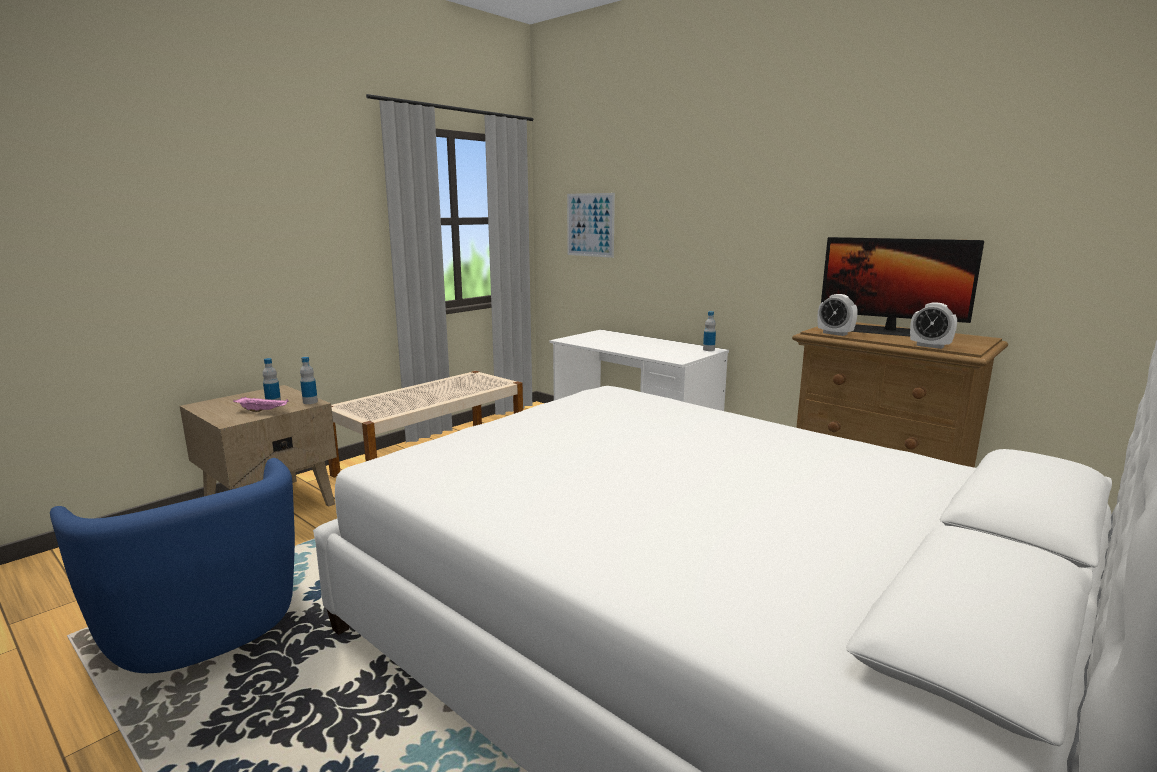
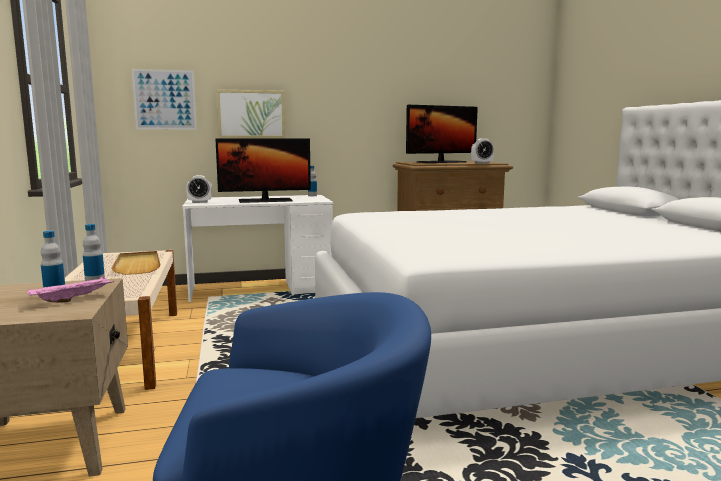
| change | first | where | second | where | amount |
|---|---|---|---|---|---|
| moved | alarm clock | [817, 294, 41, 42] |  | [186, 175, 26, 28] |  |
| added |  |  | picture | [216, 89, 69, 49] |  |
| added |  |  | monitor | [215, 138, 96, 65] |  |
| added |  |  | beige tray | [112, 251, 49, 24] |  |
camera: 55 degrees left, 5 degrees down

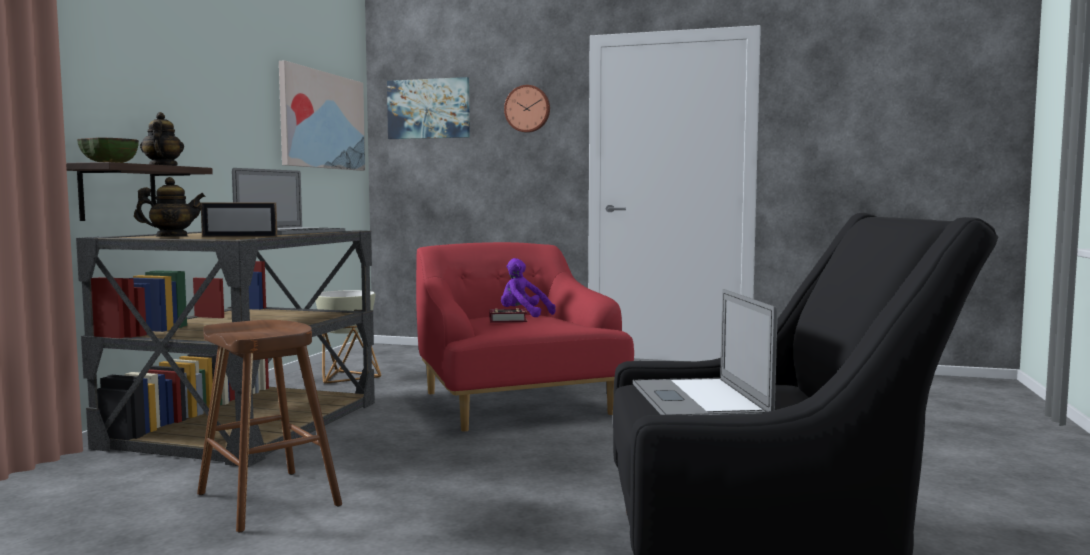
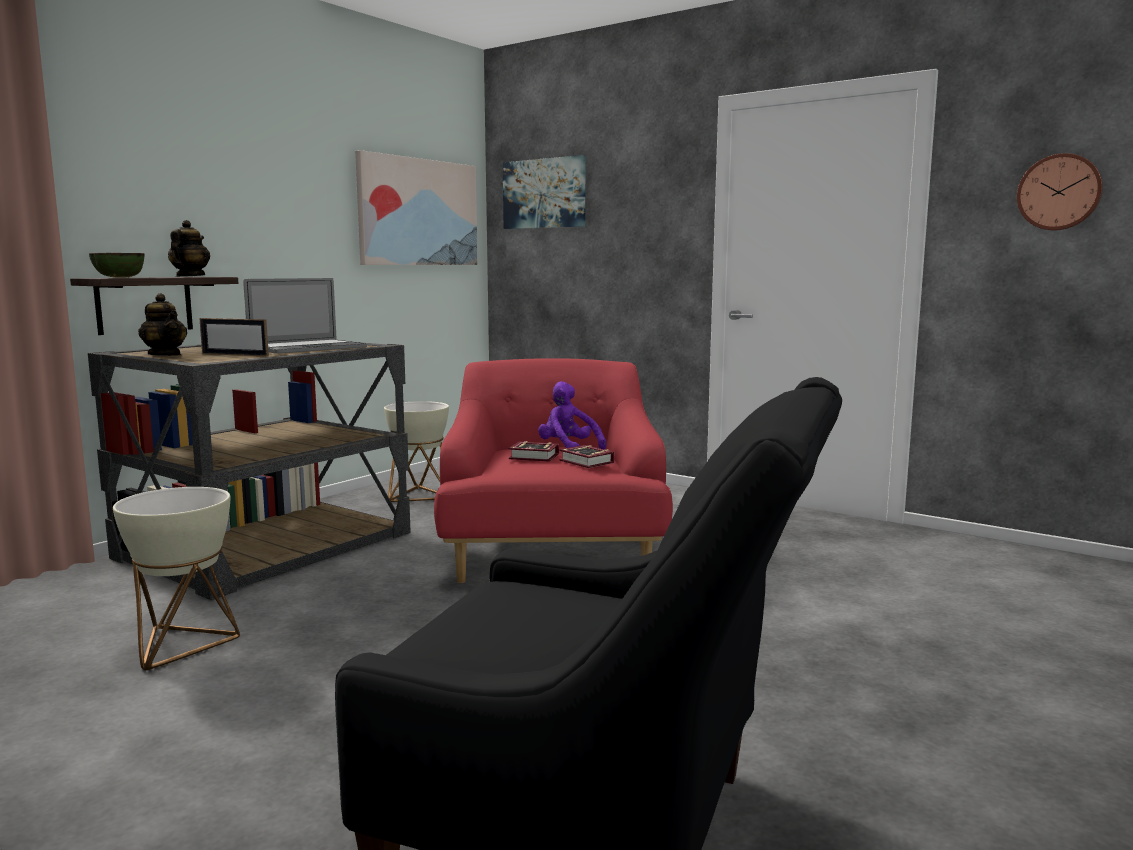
| change | first | where | second | where | amount |
|---|---|---|---|---|---|
| moved | wall clock | [504, 85, 46, 48] |  | [1017, 153, 86, 77] |  |
| turned | teapot | [134, 177, 71, 60] |  | [138, 293, 49, 63] | 45 degrees clockwise |
| removed | laptop | [633, 289, 145, 126] |  |  |  |
| replaced | brown stool | [197, 320, 145, 212] | planter | [113, 487, 127, 183] |  |
| added |  |  | book | [559, 445, 55, 23] |  |
camera: 20 degrees right, 5 degrees up

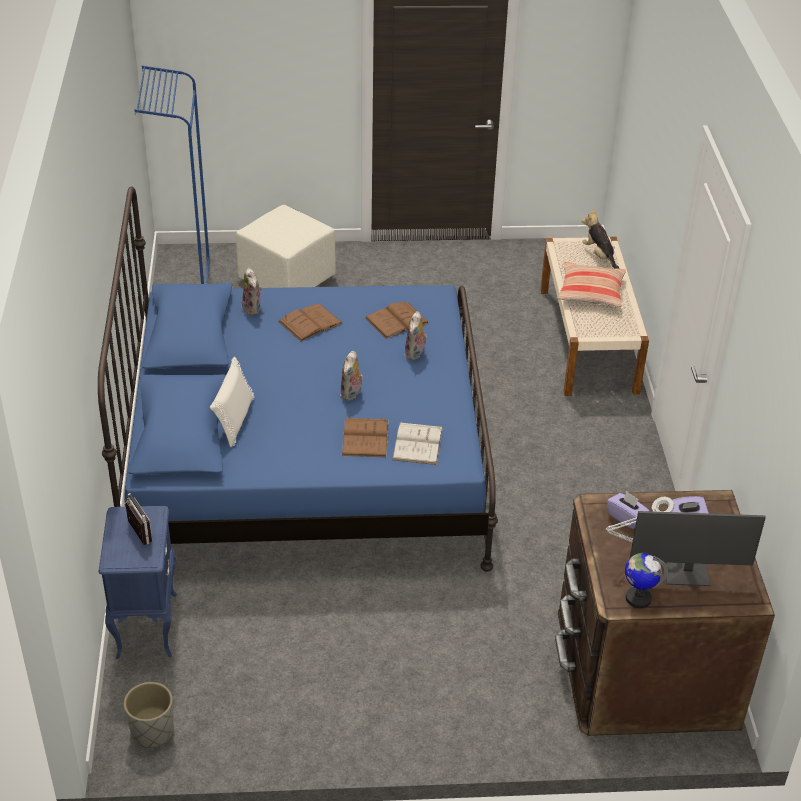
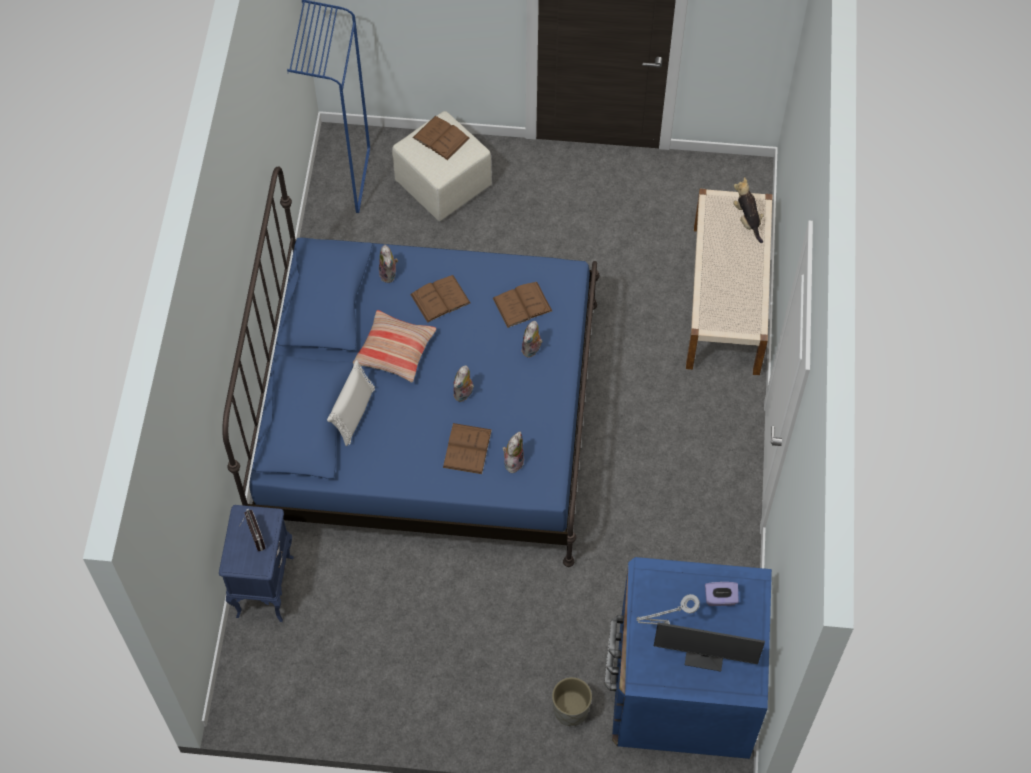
| change | first | where | second | where | amount |
|---|---|---|---|---|---|
| moved | pillow | [558, 262, 68, 46] |  | [353, 310, 84, 73] |  |
| replaced | white book | [392, 422, 51, 43] | plush toy | [503, 431, 22, 43] |  |
| recoloured | brown dresser | [555, 490, 220, 246] | blue dresser | [604, 557, 168, 202] |  |
| removed | purple tissue box | [607, 491, 42, 38] |  |  |  |
| removed | globe | [625, 553, 43, 55] |  |  |  |
| moved | grey planter | [124, 682, 50, 66] |  | [552, 677, 40, 49] |  |
| added |  |  | brown book | [413, 116, 56, 44] |  |
camera: 10 degrees right, 20 degrees up

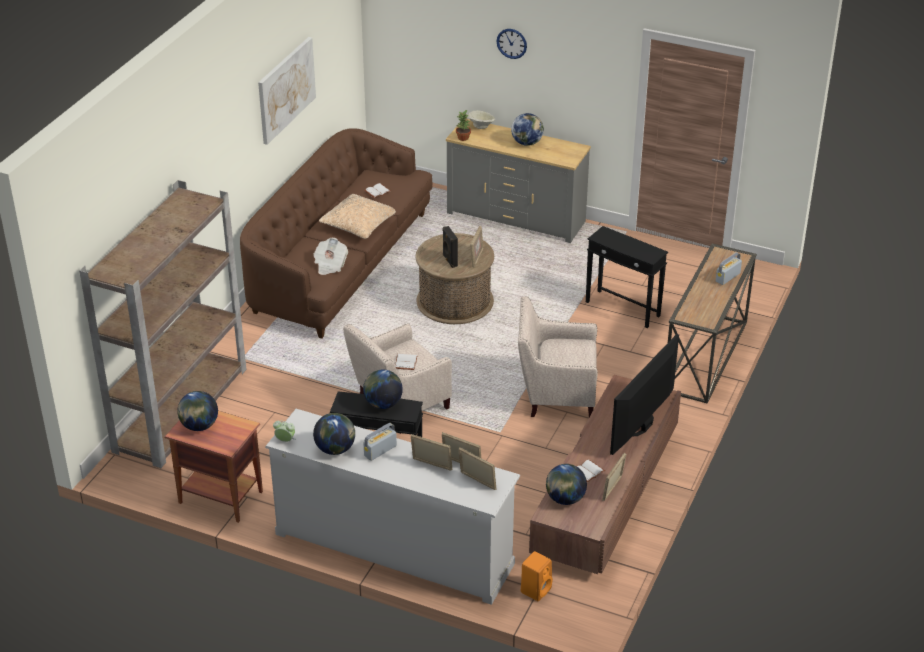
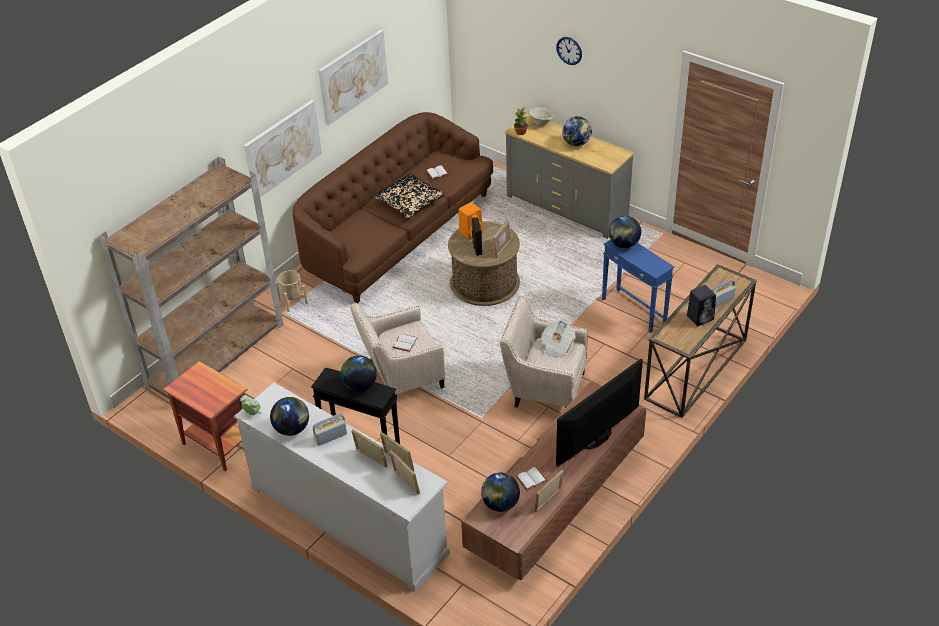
| change | first | where | second | where | amount |
|---|---|---|---|---|---|
| recoloured | beige pillow | [319, 194, 77, 45] | black pillow | [374, 173, 70, 46] |  |
| recoloured | black side table | [586, 226, 82, 102] | blue side table | [602, 240, 72, 93] |  |
| moved | newspaper | [313, 238, 35, 37] |  | [541, 320, 35, 38] |  |
| moved | globe | [177, 391, 41, 40] |  | [609, 216, 32, 32] |  |
| moved | orange speaker | [521, 551, 32, 50] |  | [459, 202, 24, 38] |  |
| added |  |  | picture | [244, 100, 78, 97] |  |
| added |  |  | beige planter | [276, 270, 32, 42] |  |
| added |  |  | black speaker | [687, 285, 29, 41] |  |
camera: 15 degrees right, 5 degrees up

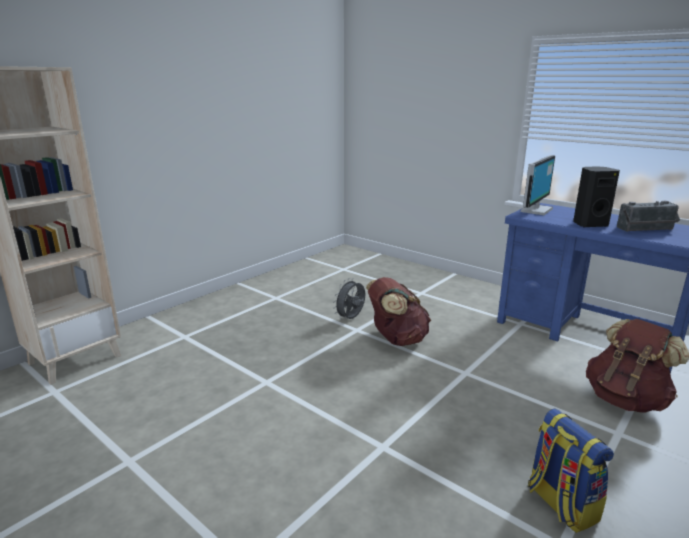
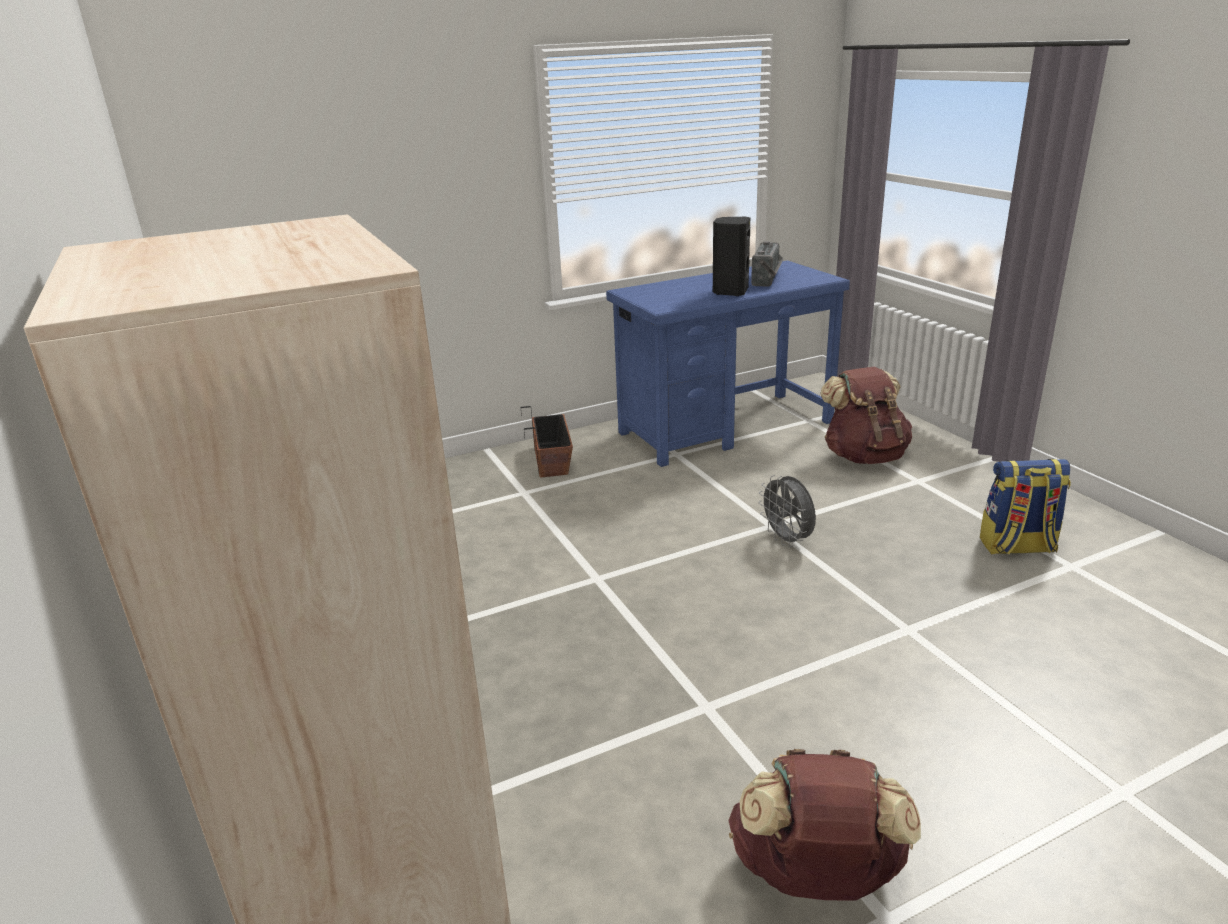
| change | first | where | second | where | amount |
|---|---|---|---|---|---|
| removed | monitor | [521, 155, 34, 60] |  |  |  |
| moved | brown backpack | [366, 277, 65, 69] |  | [728, 749, 193, 152] |  |
| moved | grey fan | [333, 278, 32, 41] |  | [758, 475, 58, 72] |  |
| added |  |  | planter | [521, 406, 52, 71] |  |
camera: 65 degrees left, 5 degrees up

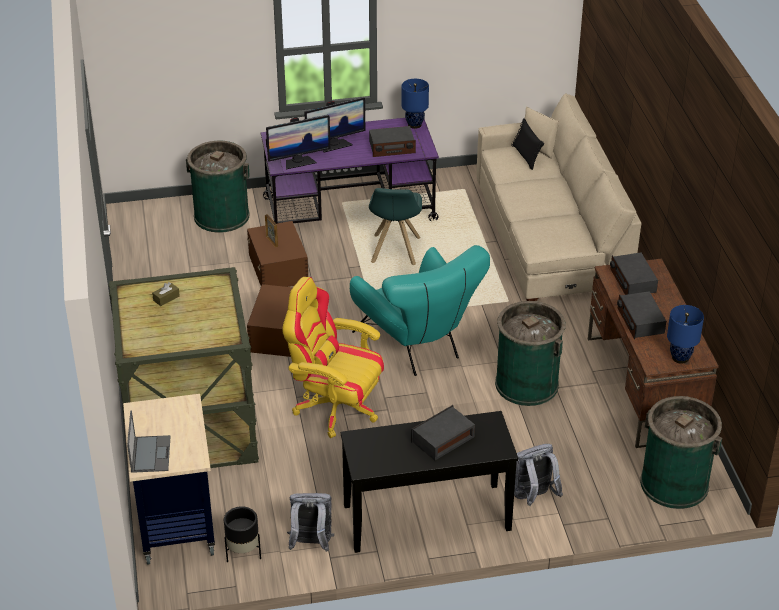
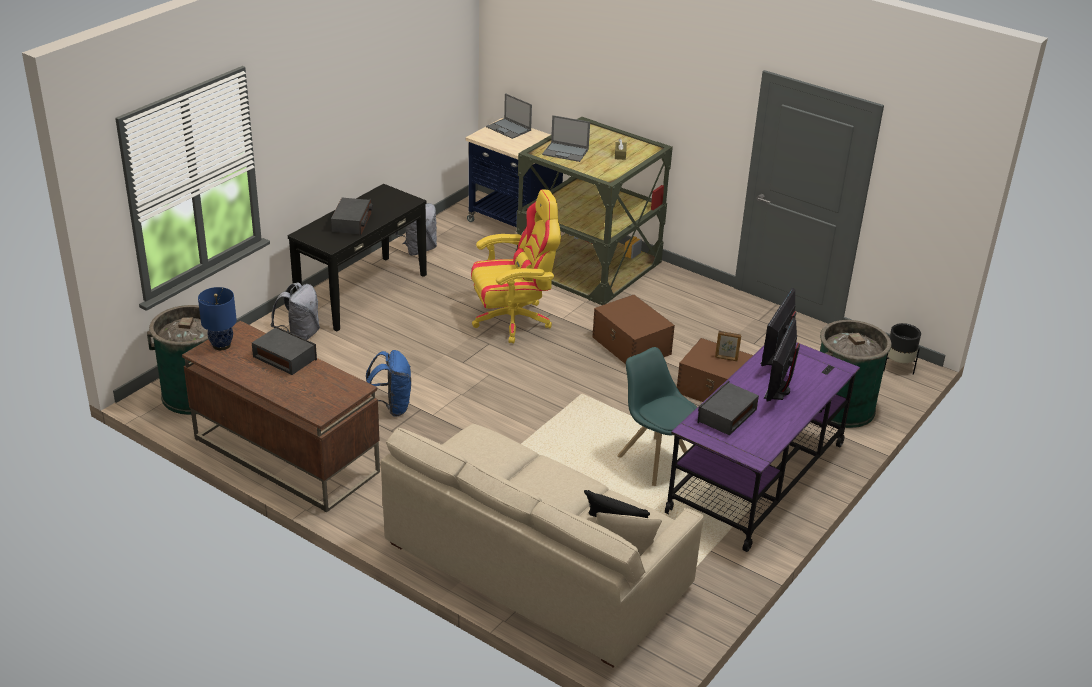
| change | first | where | second | where | amount |
|---|---|---|---|---|---|
| removed | blue table lamp | [401, 79, 28, 50] |  |  |  |
| removed | turquoise armchair | [350, 245, 140, 131] |  |  |  |
| removed | radio | [610, 252, 48, 43] |  |  |  |
| replaced | green trash can | [495, 301, 71, 105] | blue backpack | [366, 350, 45, 67] |  |
| moved | black planter | [224, 506, 37, 56] |  | [884, 323, 37, 52] |  |
| added |  |  | laptop | [542, 115, 48, 47] |  |
camera: 135 degrees right, 5 degrees down

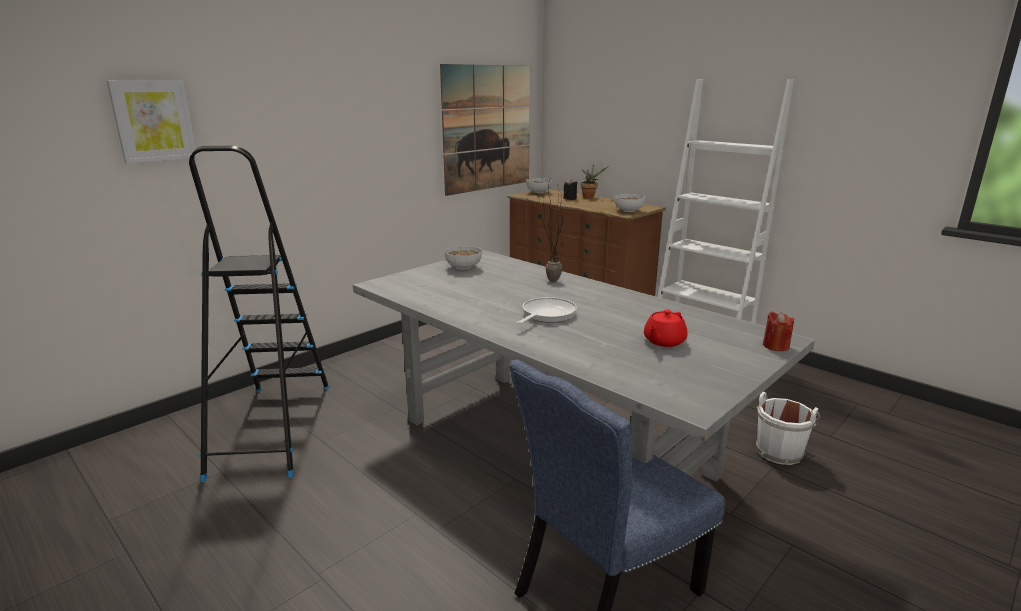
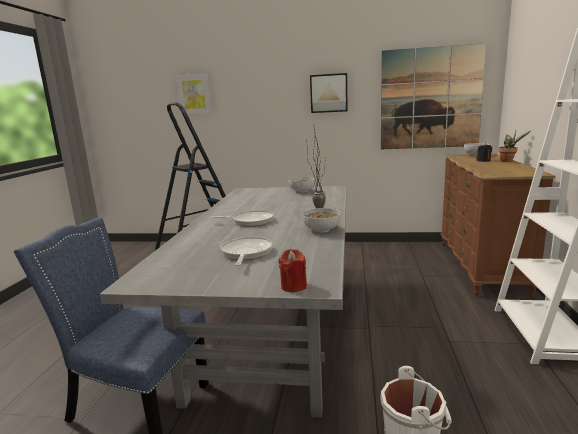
| change | first | where | second | where | amount |
|---|---|---|---|---|---|
| moved | bowl | [614, 194, 31, 18] |  | [302, 208, 39, 25] |  |
| replaced | red teapot | [644, 310, 43, 37] | frying pan | [221, 237, 52, 29] |  |
| added |  |  | picture | [310, 73, 38, 40] |  |
camera: 55 degrees right, 5 degrees down

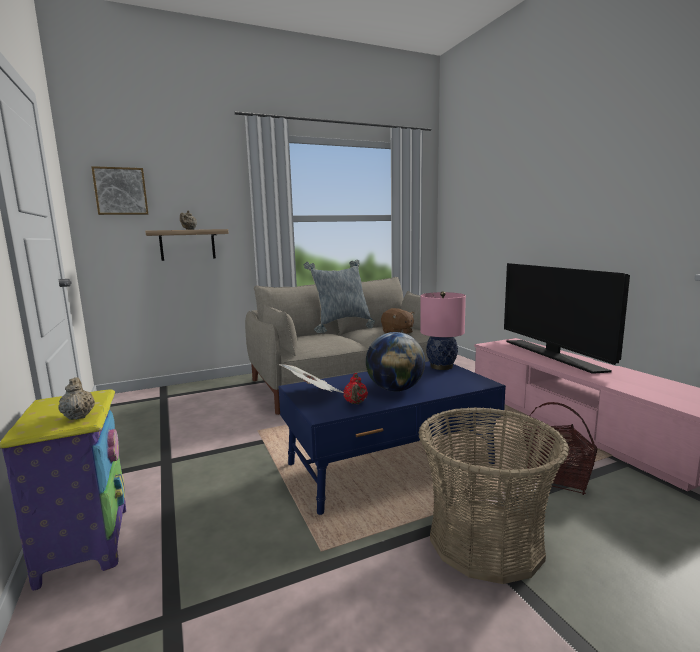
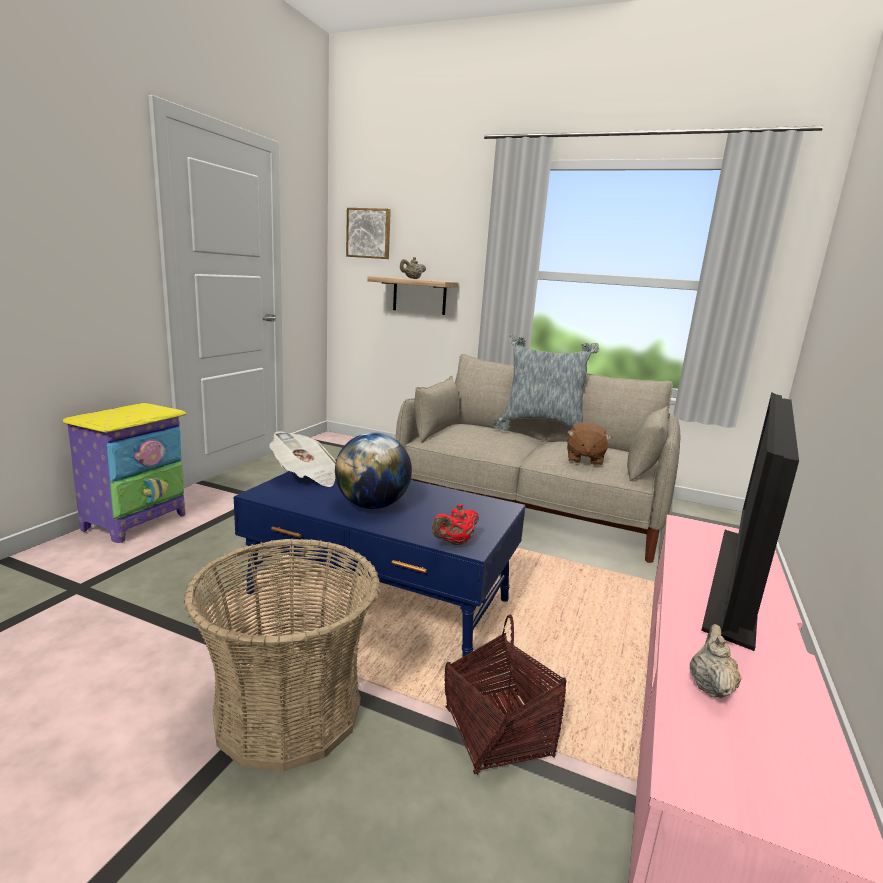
| change | first | where | second | where | amount |
|---|---|---|---|---|---|
| removed | pink table lamp | [420, 291, 46, 79] |  |  |  |
| moved | red teapot | [343, 373, 25, 31] |  | [432, 504, 47, 41] |  |
| moved | beige teapot | [58, 377, 37, 43] |  | [690, 624, 52, 74] |  |
camera: 45 degrees right, 5 degrees up

